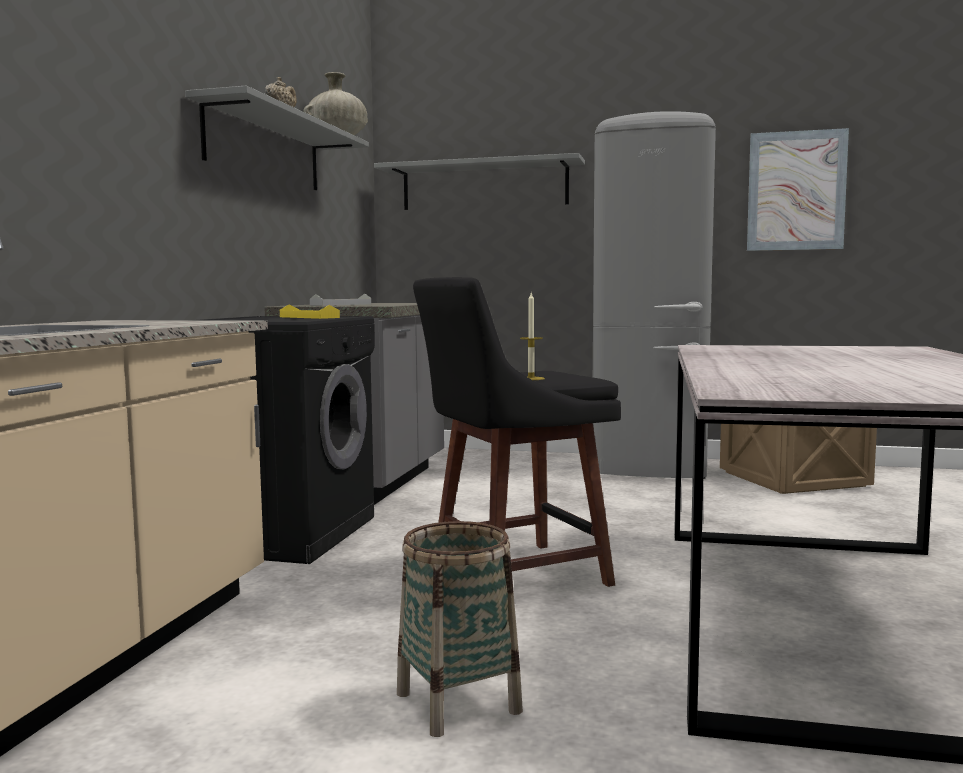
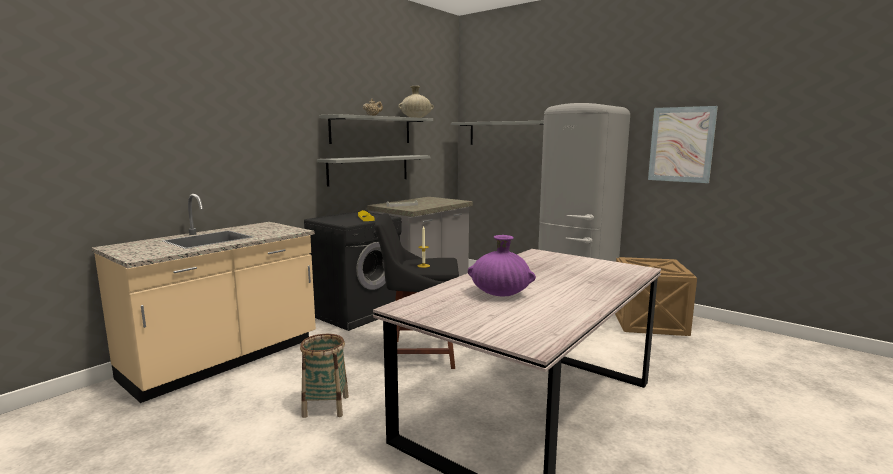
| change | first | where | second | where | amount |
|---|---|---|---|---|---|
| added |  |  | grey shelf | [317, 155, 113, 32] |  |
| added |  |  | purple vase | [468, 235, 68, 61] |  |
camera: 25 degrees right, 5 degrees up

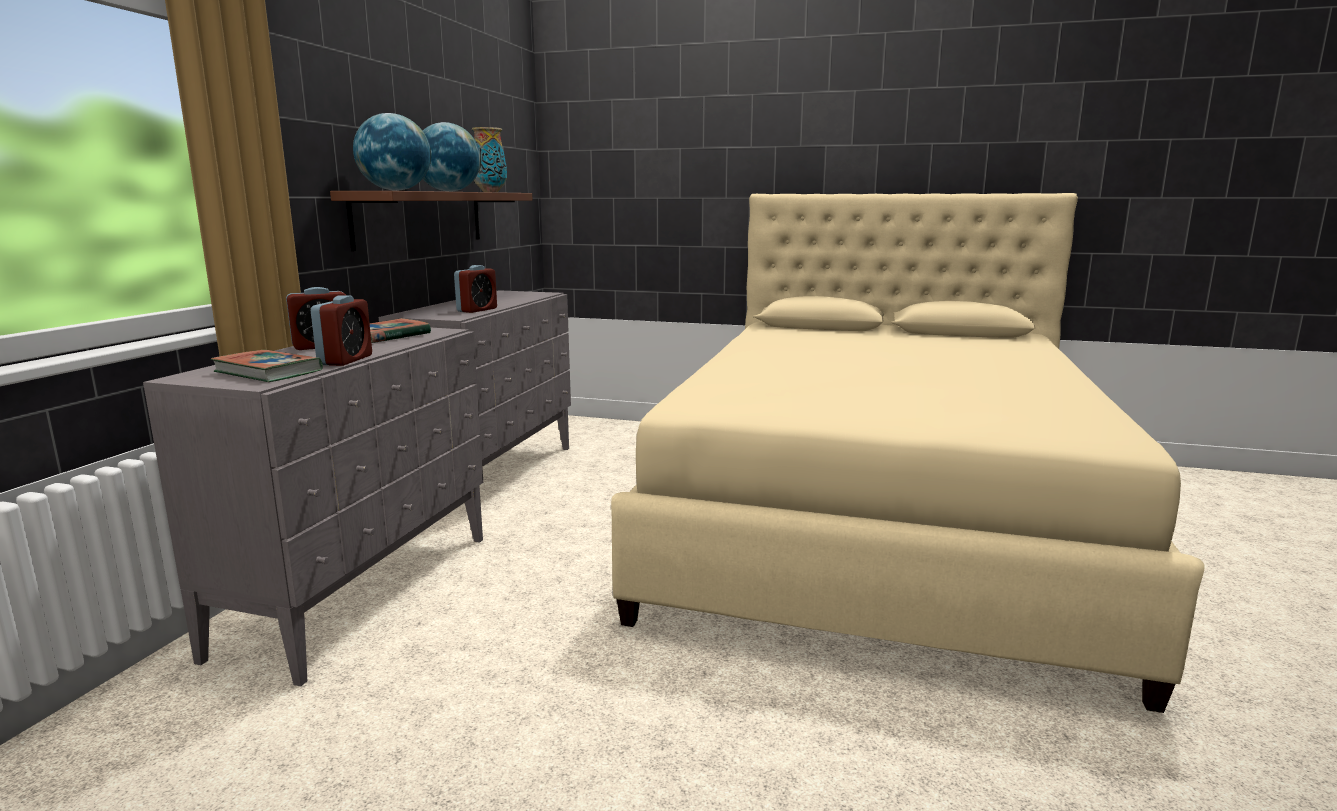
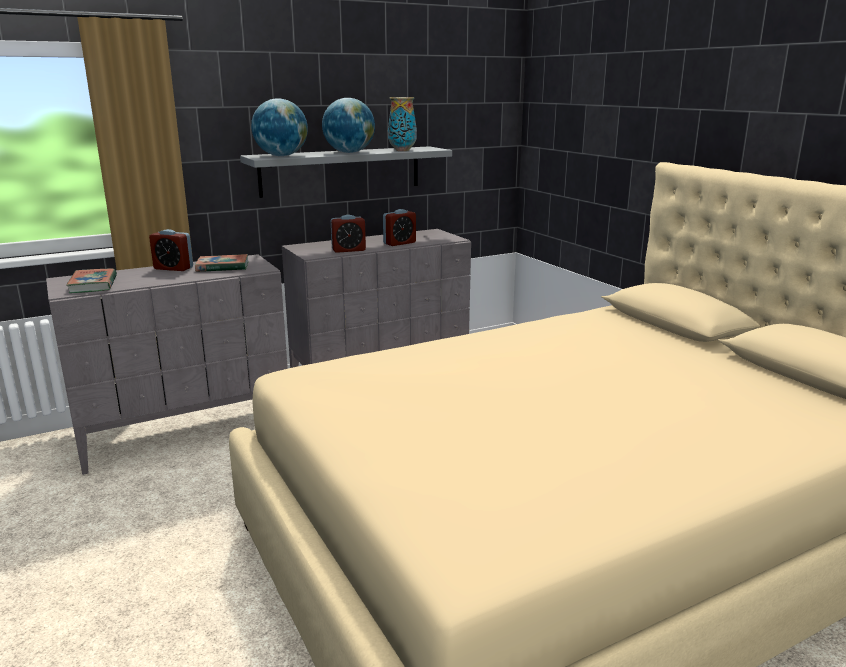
| change | first | where | second | where | amount |
|---|---|---|---|---|---|
| recoloured | brown shelf | [330, 191, 203, 60] | grey shelf | [240, 146, 212, 52] |  |
| moved | alarm clock | [311, 295, 61, 71] |  | [383, 209, 33, 37] |  |
camera: 45 degrees right, 5 degrees up

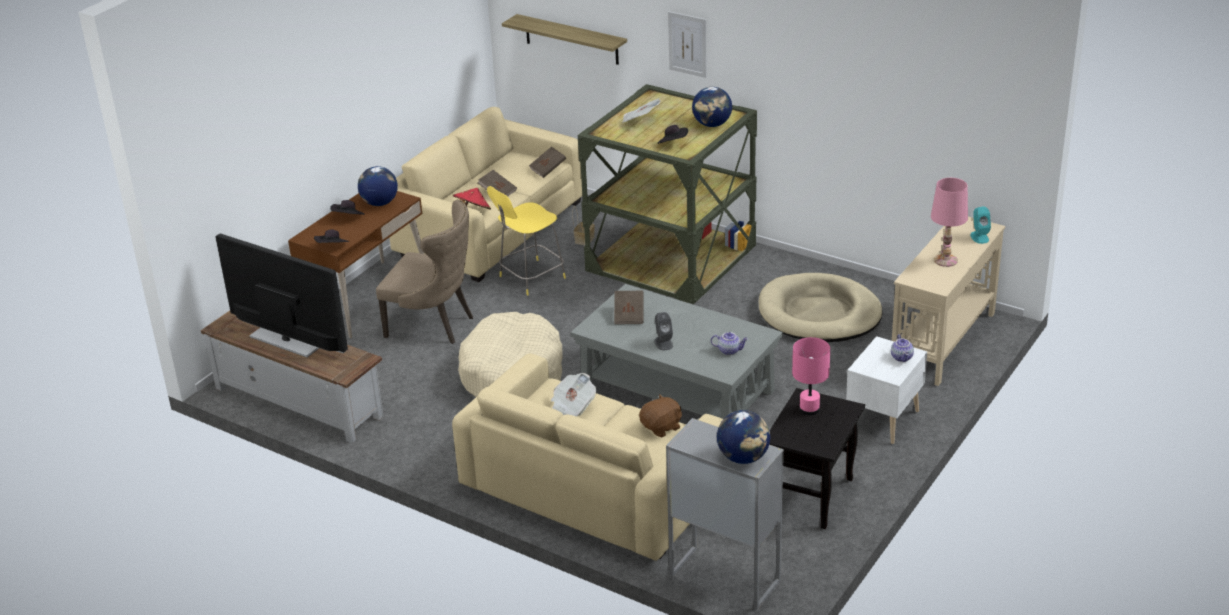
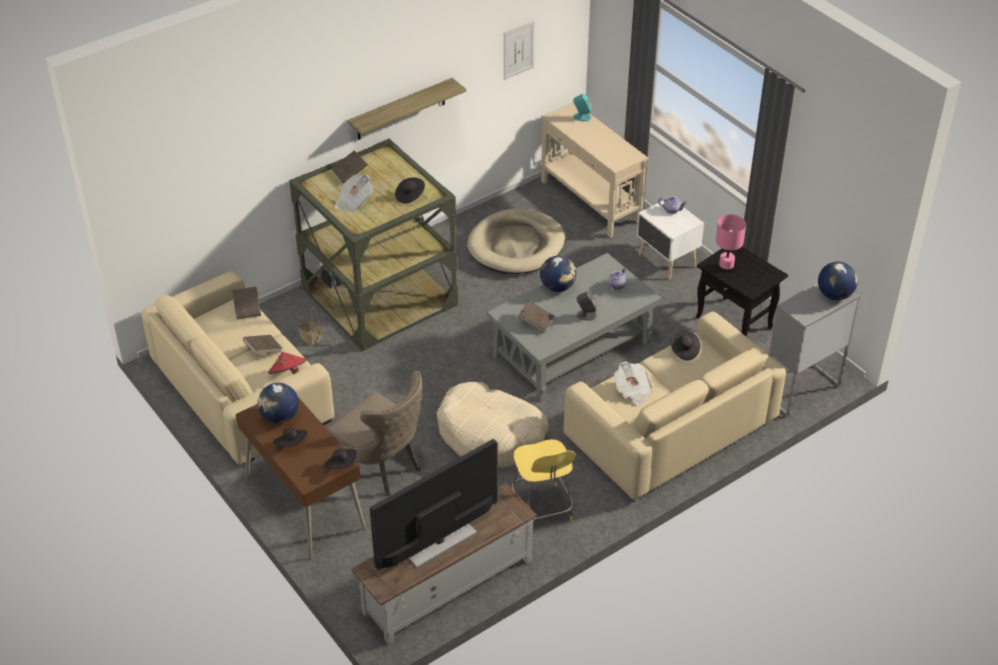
| change | first | where | second | where | amount |
|---|---|---|---|---|---|
| moved | picture | [668, 11, 39, 67] |  | [504, 21, 31, 59] |  |
| moved | shelf | [502, 14, 125, 51] |  | [347, 78, 119, 62] |  |
| moved | globe | [692, 87, 40, 40] |  | [540, 256, 36, 36] |  |
| removed | pink table lamp | [931, 178, 37, 89] |  |  |  |
| moved | yellow stool | [487, 186, 79, 109] |  | [512, 439, 64, 82] |  |
| turned | beige chair | [376, 200, 97, 144] |  | [327, 370, 95, 126] | 90 degrees clockwise |
| replaced | brown plush toy | [639, 395, 43, 43] | black hat | [671, 330, 30, 31] |  |
| added |  |  | brown book | [331, 150, 36, 33] |  |
camera: 70 degrees left, 10 degrees up

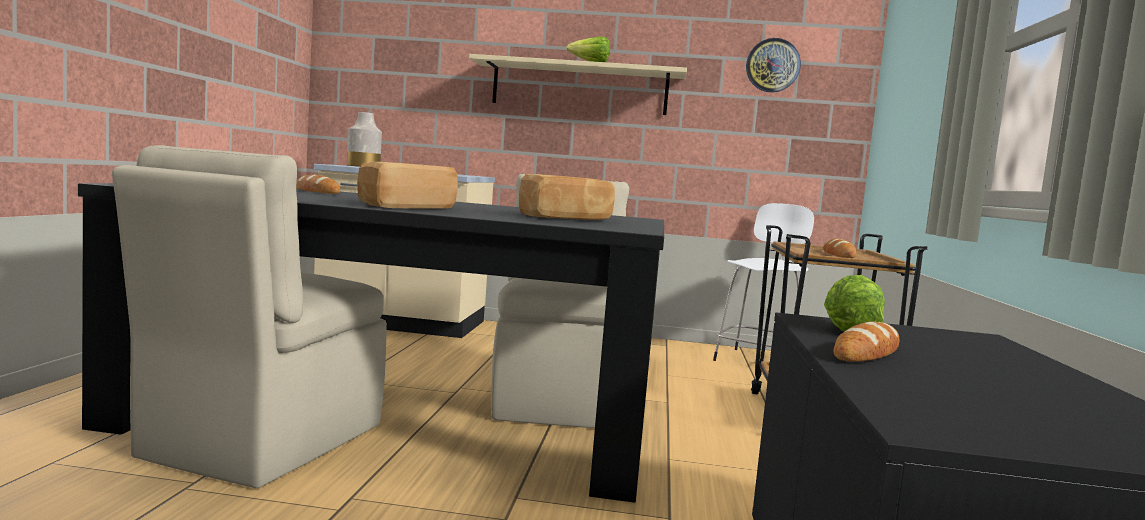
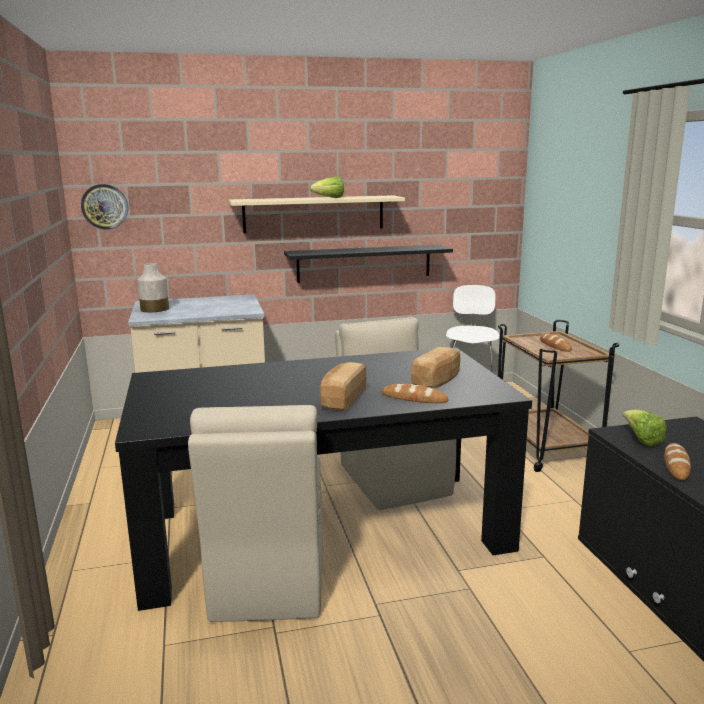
| change | first | where | second | where | amount |
|---|---|---|---|---|---|
| moved | wall clock | [746, 38, 55, 54] |  | [81, 184, 47, 46] |  |
| moved | bread | [296, 174, 44, 20] |  | [381, 384, 68, 19] |  |
| added |  |  | black shelf | [284, 245, 169, 38] |  |
camera: 20 degrees left, 10 degrees up

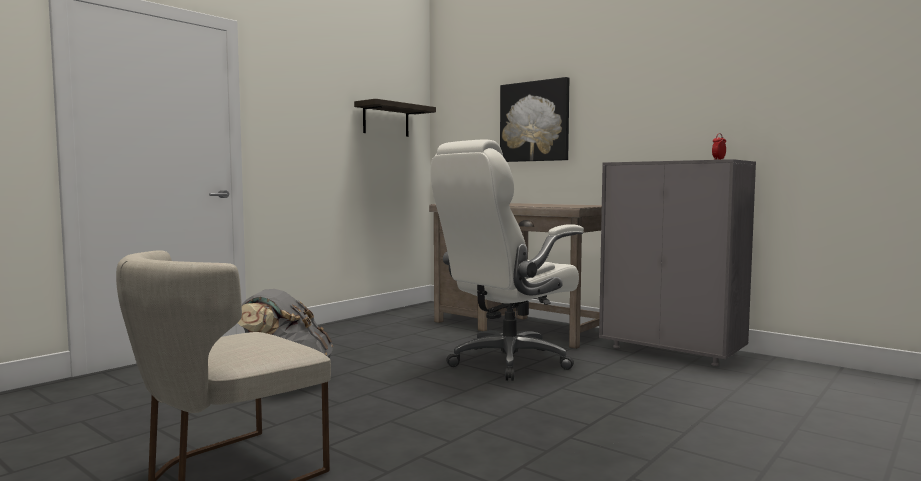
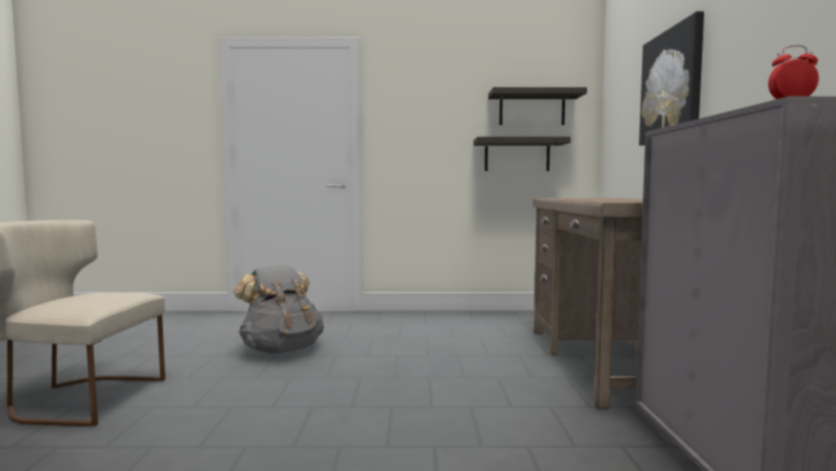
| change | first | where | second | where | amount |
|---|---|---|---|---|---|
| removed | white office chair | [430, 139, 154, 242] |  |  |  |
| added |  |  | shelf | [474, 137, 97, 34] |  |
camera: 50 degrees right, 0 degrees up

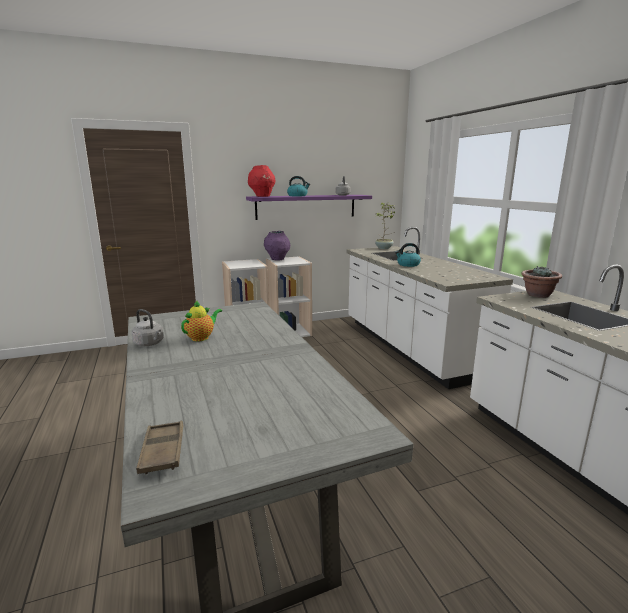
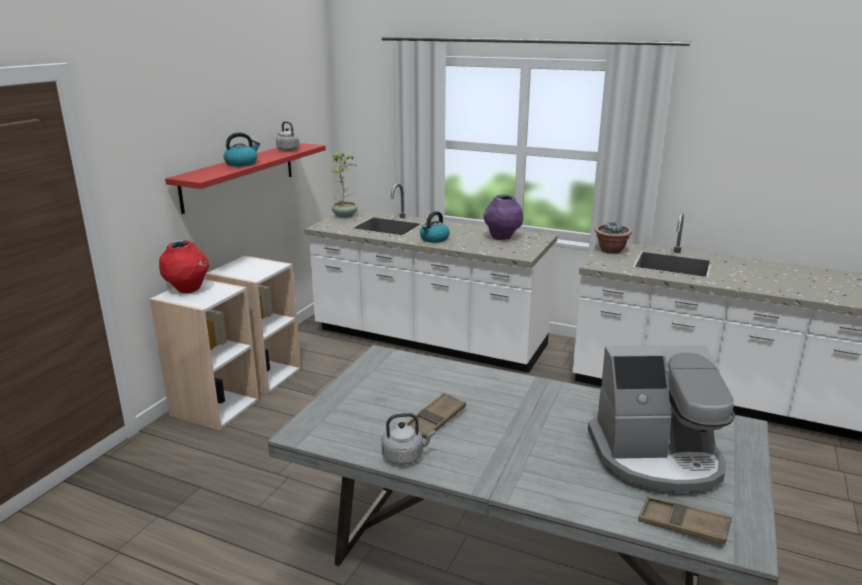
| change | first | where | second | where | amount |
|---|---|---|---|---|---|
| moved | red vase | [248, 165, 28, 32] |  | [159, 240, 50, 53] |  |
| recoloured | purple shelf | [246, 195, 126, 25] | red shelf | [165, 143, 161, 71] |  |
| moved | purple vase | [264, 231, 26, 30] |  | [483, 194, 40, 46] |  |
| replaced | teapot | [181, 300, 41, 42] | brown tray | [405, 393, 61, 46] |  |
| added |  |  | coffee machine | [588, 345, 147, 150] |  |
camera: 45 degrees left, 5 degrees up

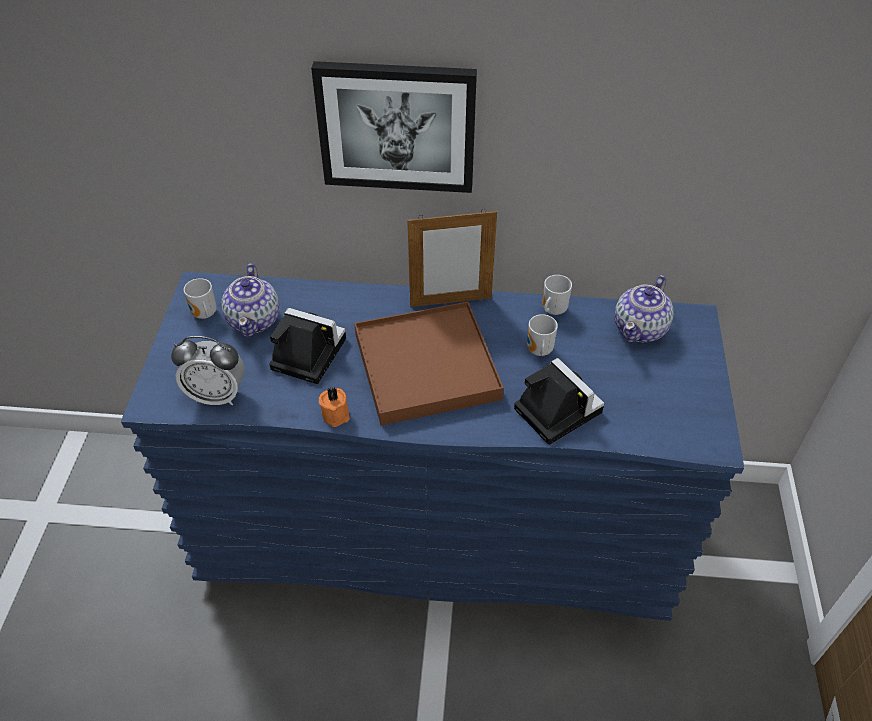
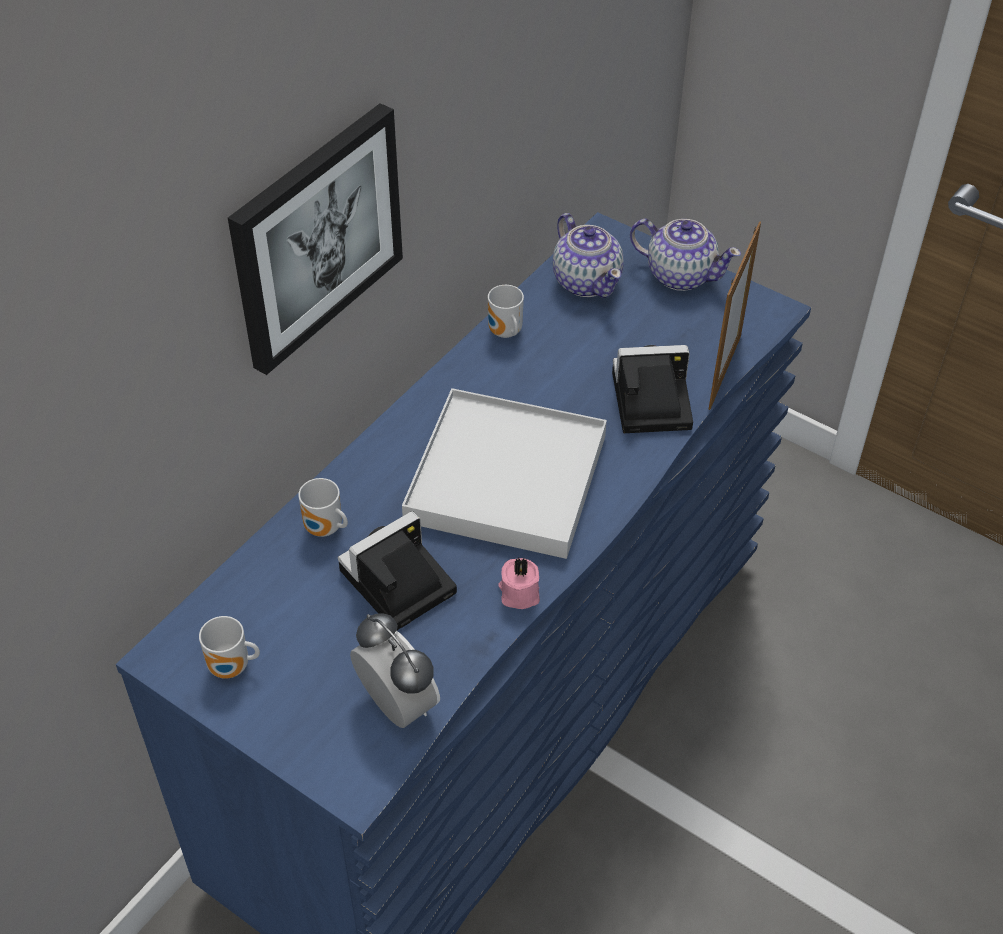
| change | first | where | second | where | amount |
|---|---|---|---|---|---|
| moved | picture frame | [407, 209, 90, 98] |  | [708, 221, 53, 189] |  |
| moved | teapot | [222, 263, 58, 74] |  | [630, 219, 111, 72] |  |
| recoloured | brown tray | [354, 302, 150, 123] | white tray | [402, 388, 205, 171] |  |
| moved | mug | [527, 314, 31, 42] |  | [298, 478, 50, 59] |  |
| turned | alarm clock | [171, 336, 74, 69] |  | [350, 613, 90, 115] | 75 degrees counterclockwise |
| recoloured | orange candle | [319, 387, 31, 40] | pink candle | [498, 557, 42, 52] |  |
camera: 60 degrees left, 0 degrees up

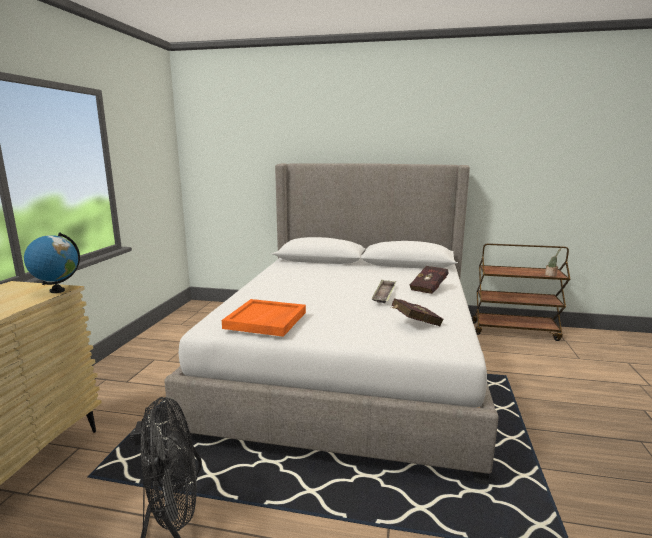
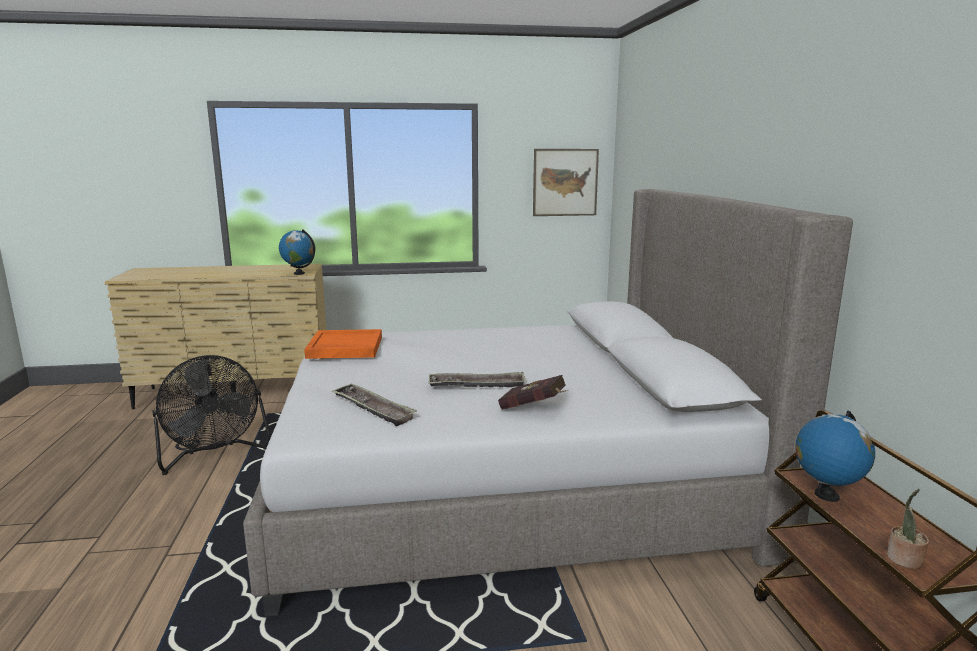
| change | first | where | second | where | amount |
|---|---|---|---|---|---|
| replaced | red book | [391, 298, 53, 28] | tray | [331, 384, 86, 42] |  |
| added |  |  | picture | [533, 149, 66, 67] |  |
| added |  |  | globe | [795, 410, 80, 92] |  |
camera: 70 degrees right, 0 degrees up

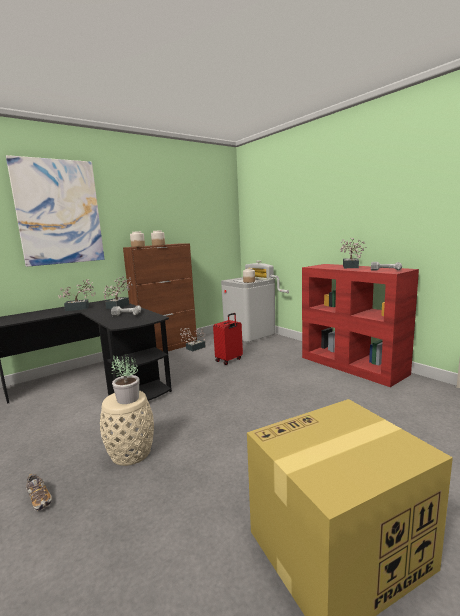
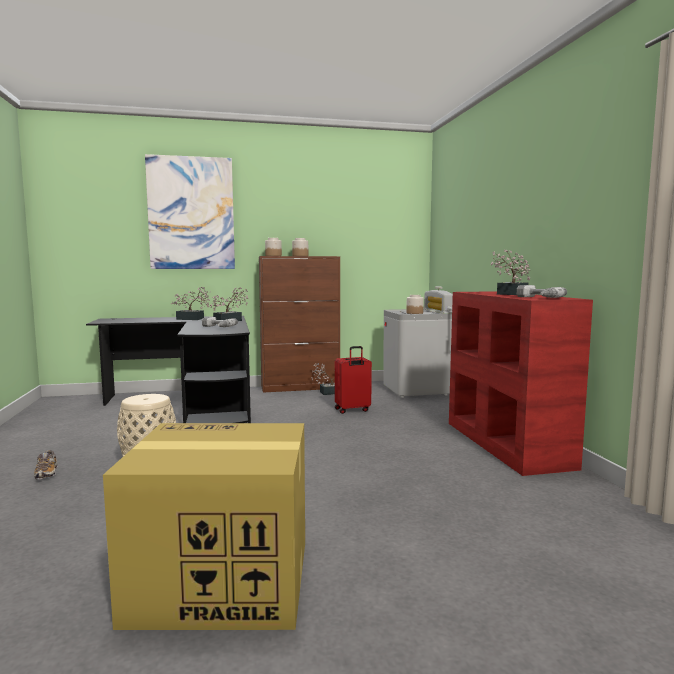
| change | first | where | second | where | amount |
|---|---|---|---|---|---|
| removed | potted plant | [111, 354, 28, 50] |  |  |  |
camera: 25 degrees right, 5 degrees down

